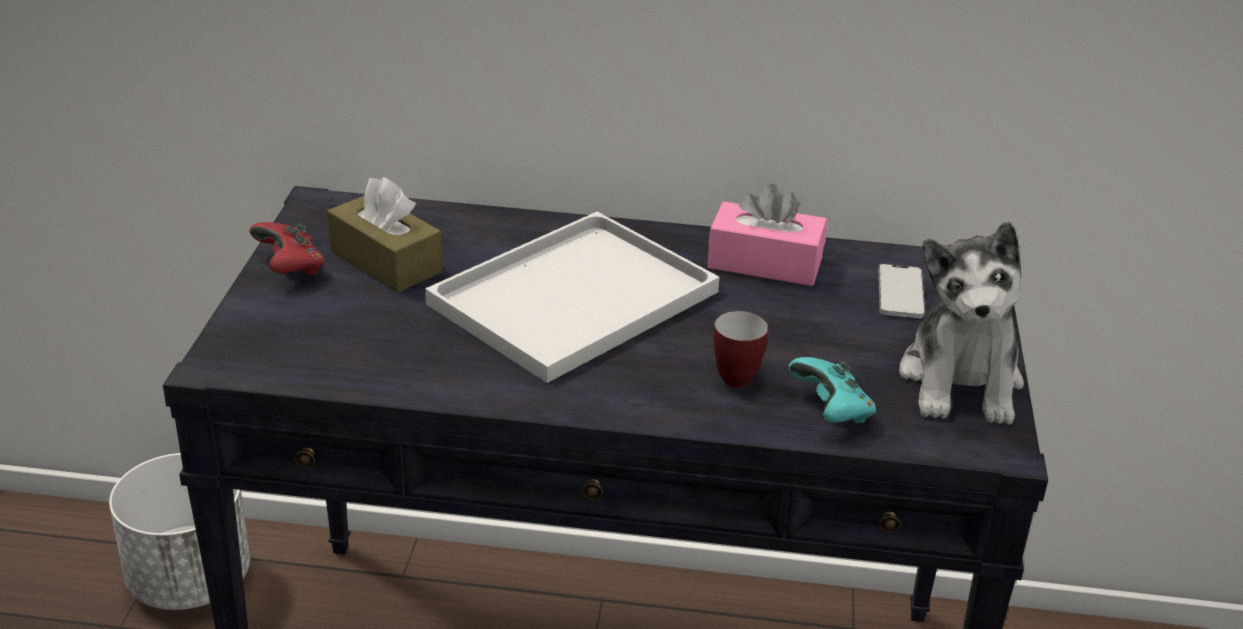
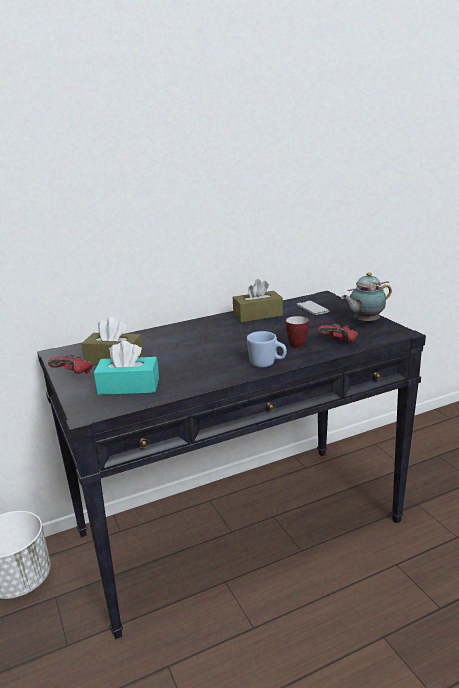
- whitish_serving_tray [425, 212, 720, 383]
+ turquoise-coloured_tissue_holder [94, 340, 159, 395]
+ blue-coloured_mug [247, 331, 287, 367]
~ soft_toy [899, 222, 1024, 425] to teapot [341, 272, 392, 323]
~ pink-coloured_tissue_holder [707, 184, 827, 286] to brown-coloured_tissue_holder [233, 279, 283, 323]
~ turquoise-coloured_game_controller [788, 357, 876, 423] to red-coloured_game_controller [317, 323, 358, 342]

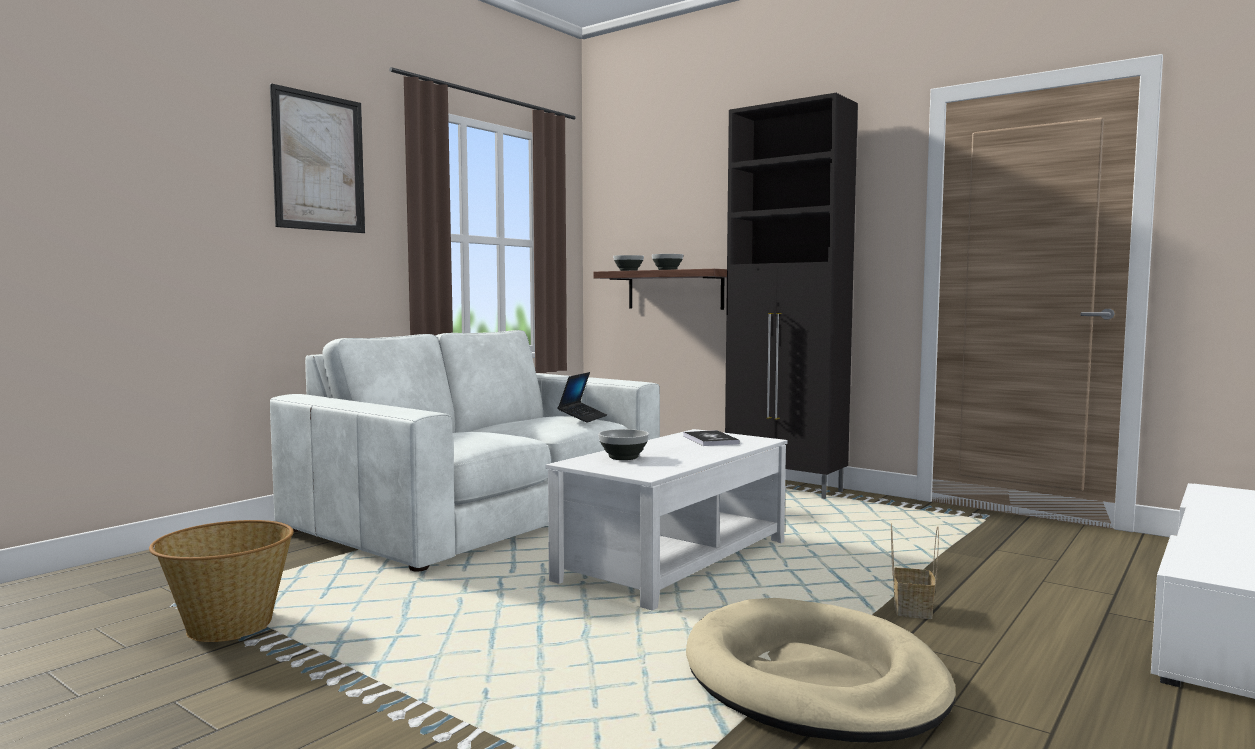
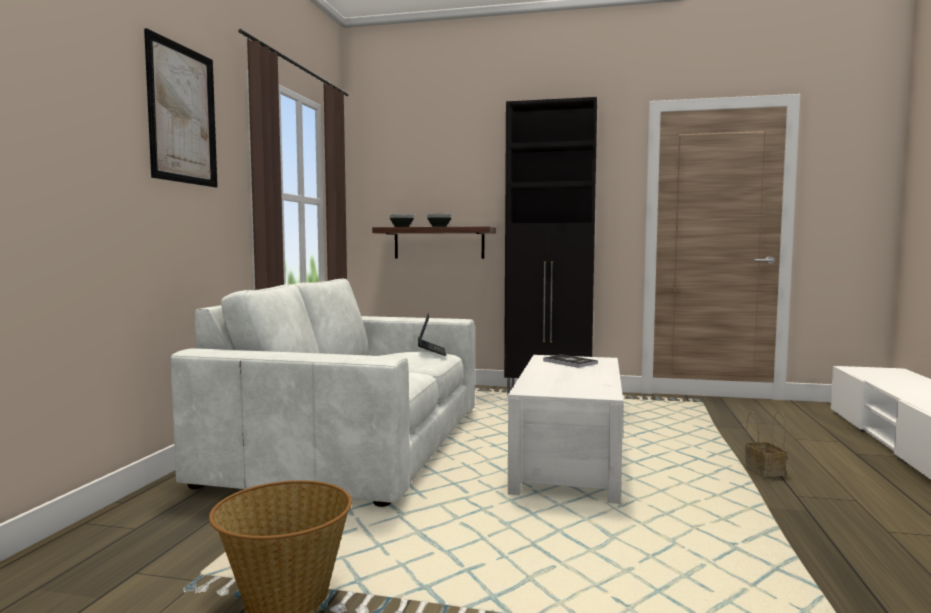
- bowl [598, 429, 649, 460]
- sand-coloured_pet_bed [686, 598, 956, 742]

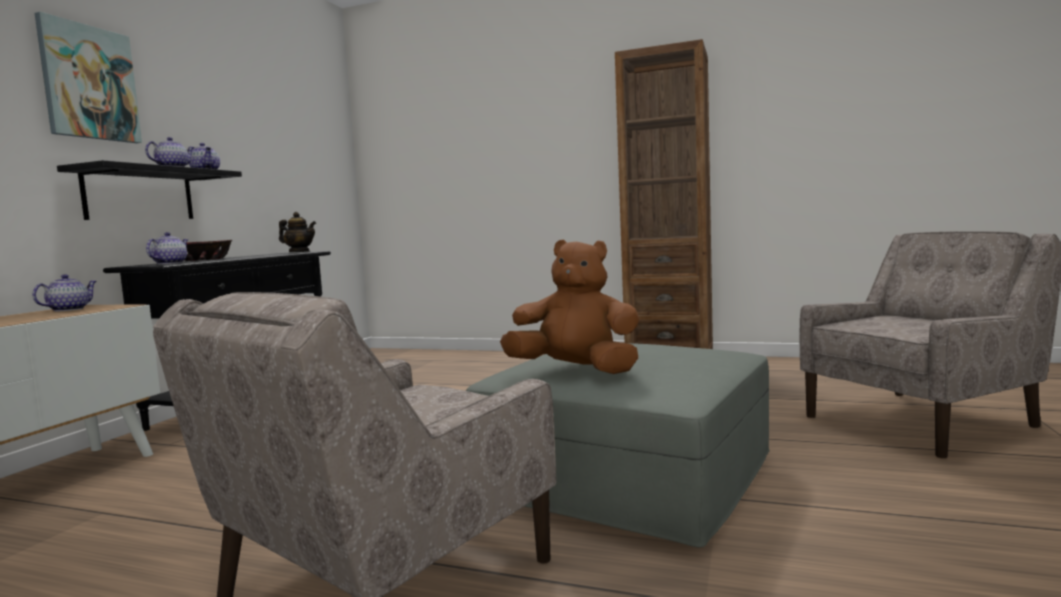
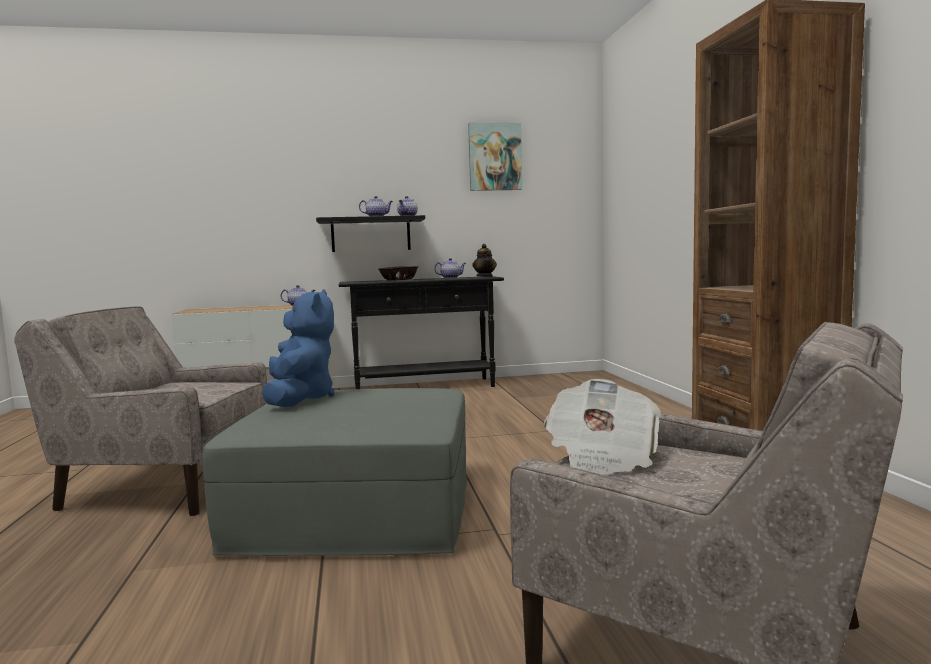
+ printed_paper [544, 379, 661, 475]
~ wall_picture [34, 12, 142, 143] to [468, 122, 522, 191]
~ teapot [146, 232, 188, 264] to [434, 258, 466, 278]
~ brown-coloured_soft_toy [500, 239, 640, 374] to blue-coloured_soft_toy [262, 289, 335, 407]

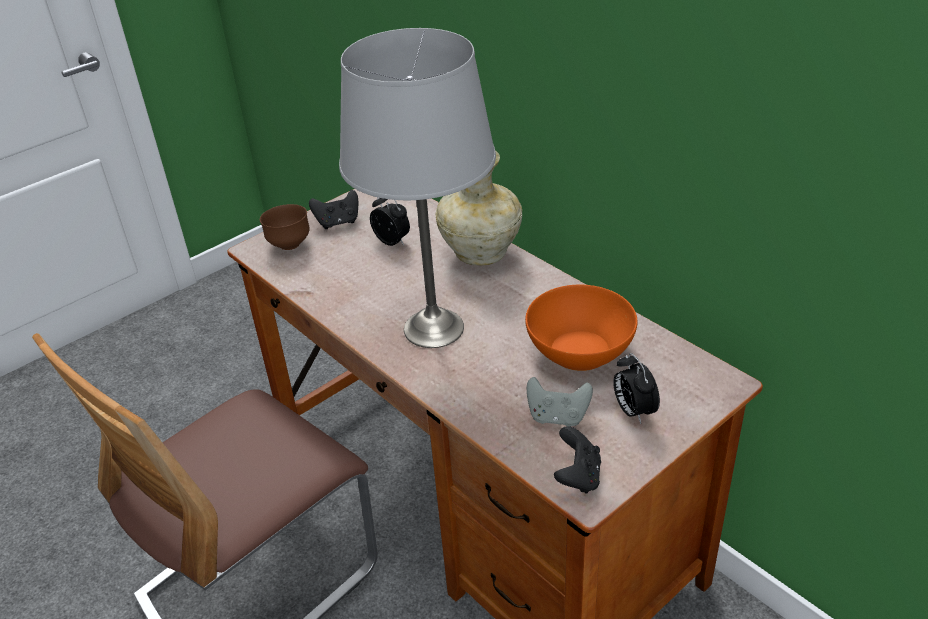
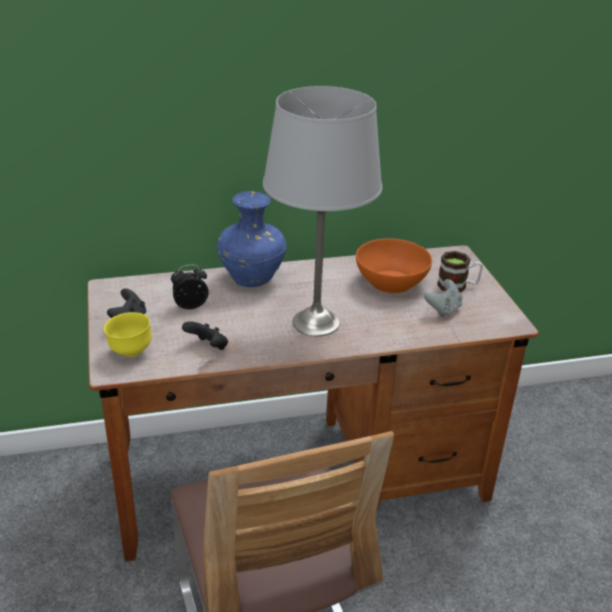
~ black_game_controller [554, 426, 601, 494] to [182, 321, 228, 350]
~ alarm_clock [613, 353, 660, 424] to mug [437, 251, 483, 292]
~ brown-coloured_bowl [260, 204, 310, 250] to yellow_bowl [104, 312, 152, 357]
~ sand-coloured_vase [435, 150, 522, 266] to blue-coloured_vase [217, 191, 286, 287]

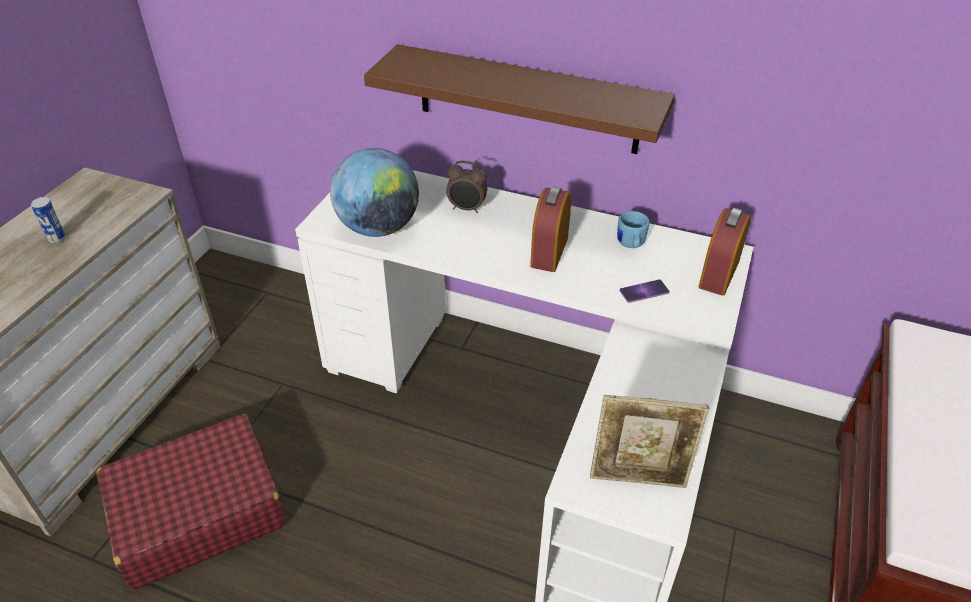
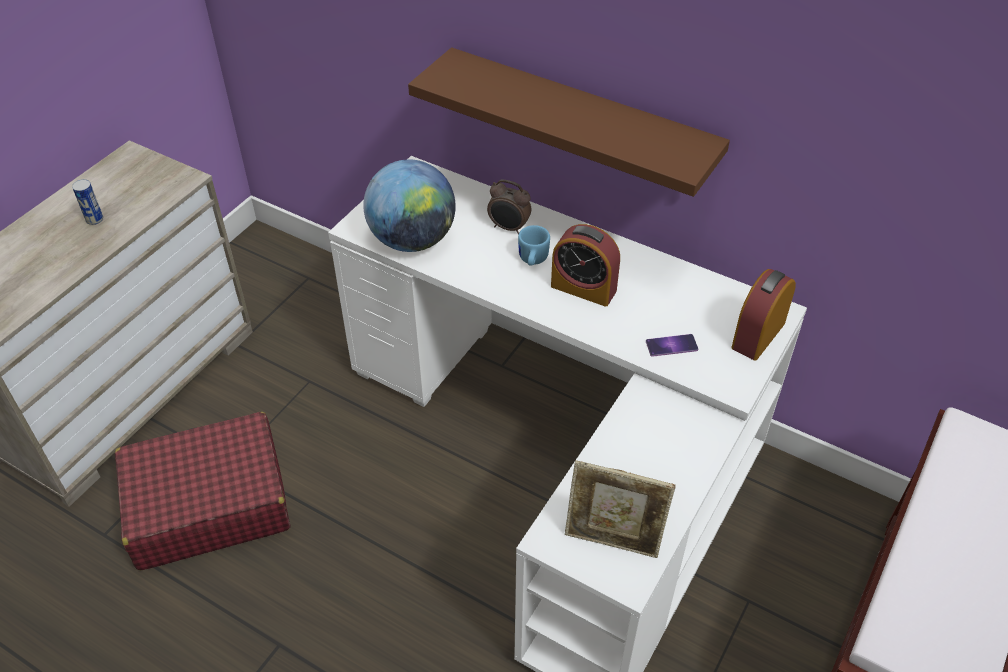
~ blue-coloured_mug [617, 211, 649, 248] to [518, 225, 550, 265]
~ alarm_clock [530, 186, 571, 272] = [551, 224, 620, 307] 90 degrees counterclockwise

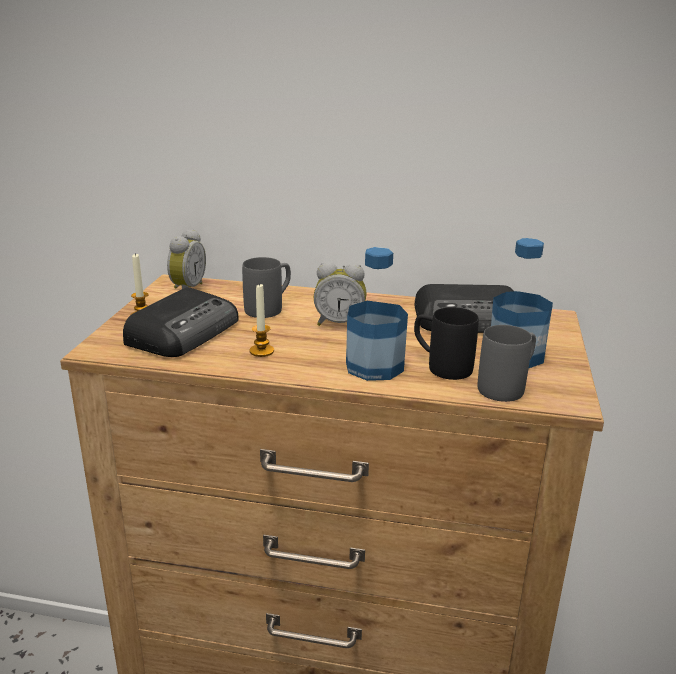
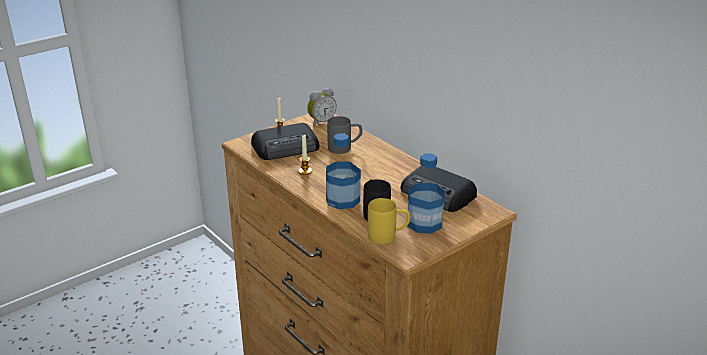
- alarm_clock [314, 262, 367, 326]
~ greyish_mug [478, 325, 536, 402] to yellow_mug [368, 198, 410, 244]

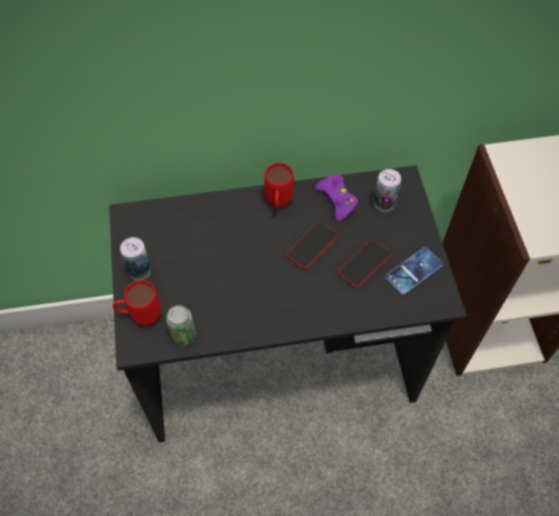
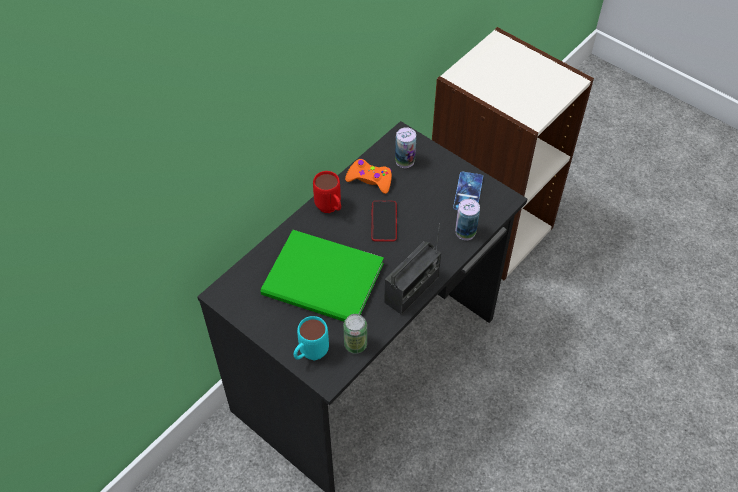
- handset [338, 239, 392, 288]
+ green-coloured_volume [260, 230, 384, 322]
+ radio_set [384, 223, 441, 315]
~ can [120, 237, 151, 281] to [455, 199, 480, 240]
~ red-coloured_mug [113, 280, 161, 325] to turquoise-coloured_mug [294, 316, 329, 360]
~ purple_game_controller [315, 175, 358, 222] to orange_game_controller [345, 159, 392, 194]

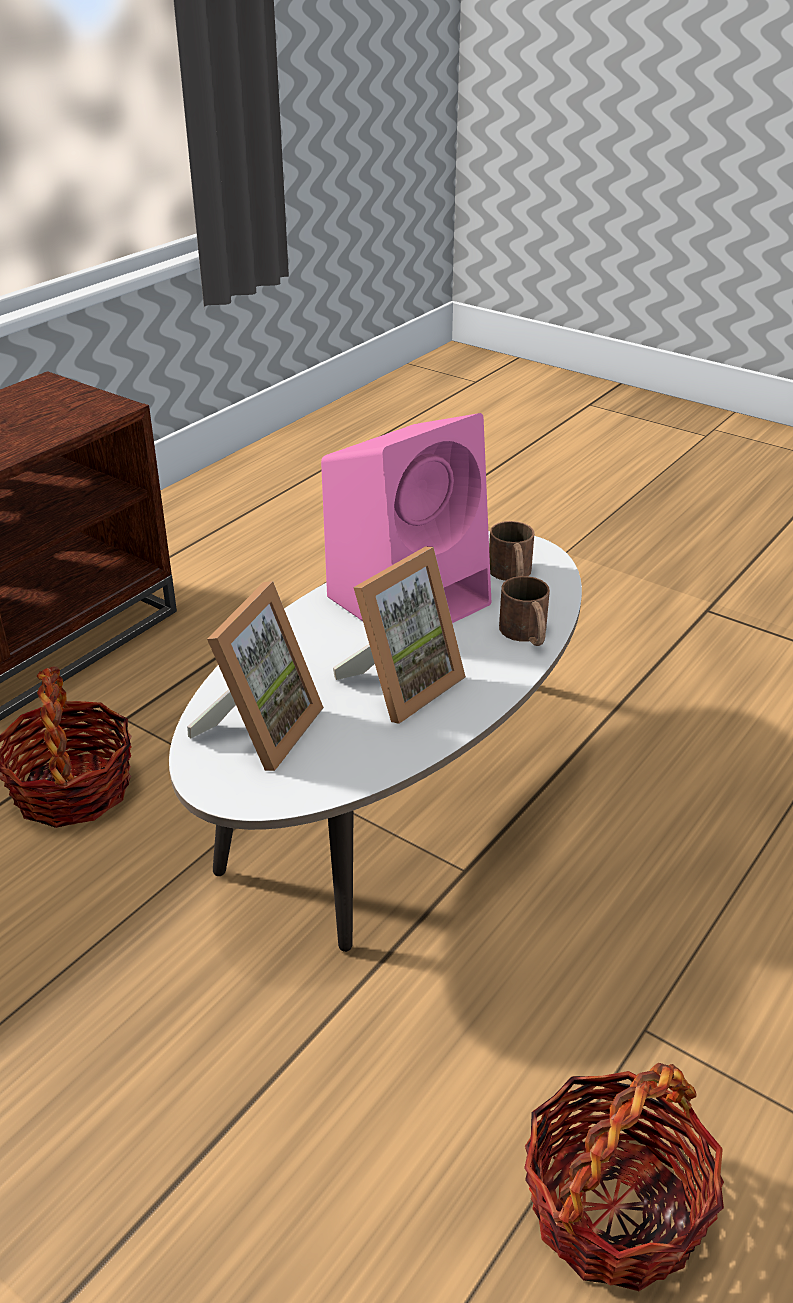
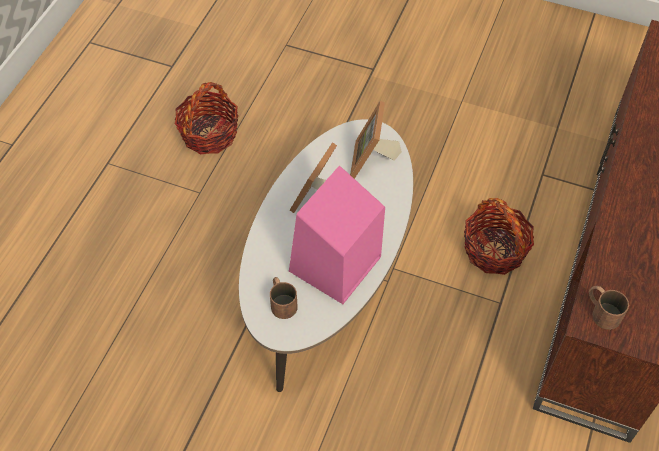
~ brown-coloured_mug [499, 576, 550, 646] to [589, 286, 629, 330]

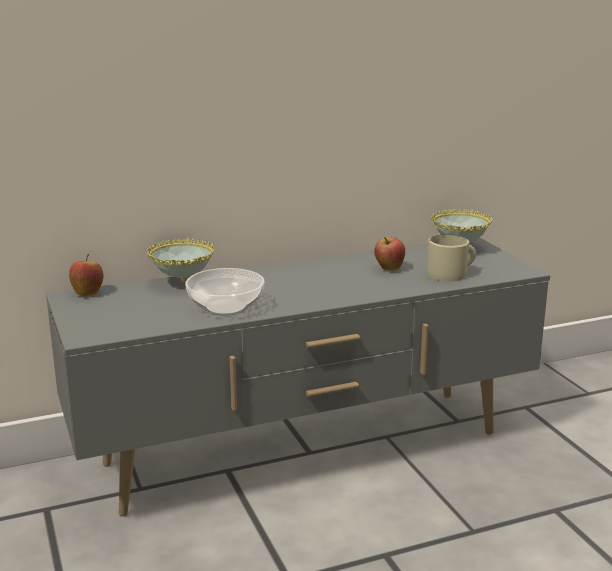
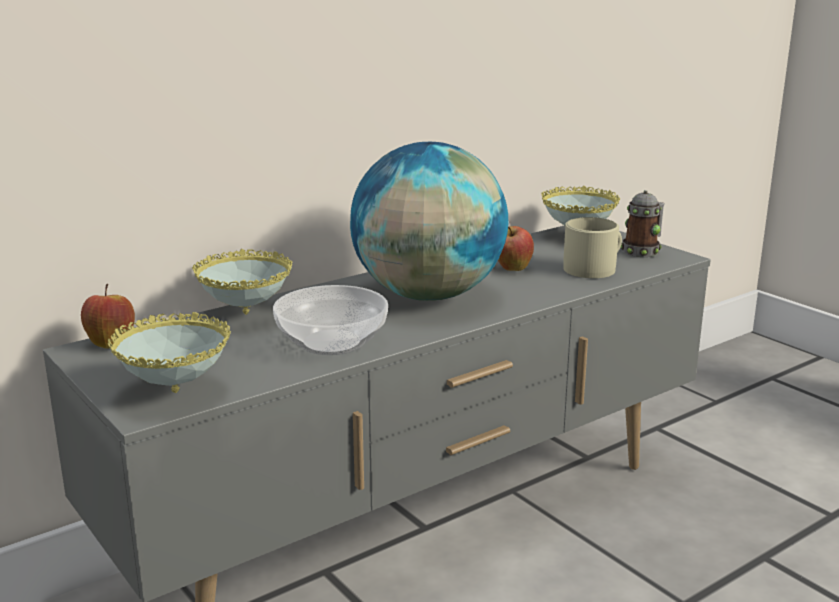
+ bowl [108, 312, 231, 393]
+ world_globe [350, 142, 509, 301]
+ mug [620, 190, 665, 257]

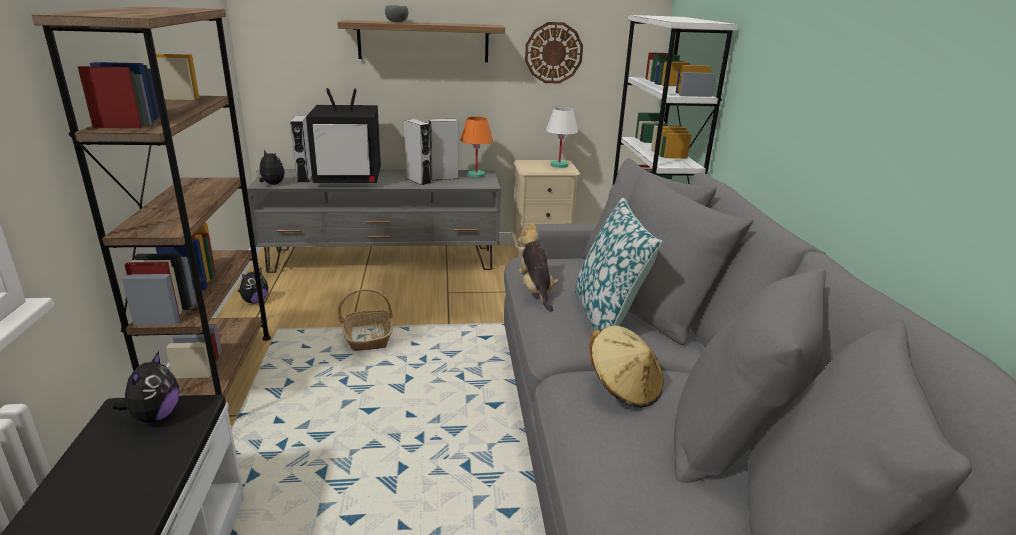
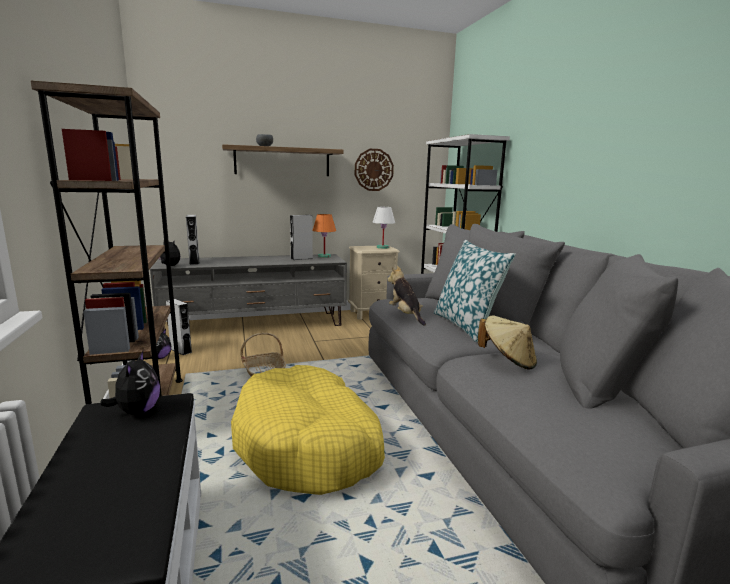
- TV [306, 88, 381, 183]
+ yellow_pet_bed [231, 365, 385, 495]
~ greyish_speaker [404, 119, 431, 185] to [166, 299, 192, 355]

